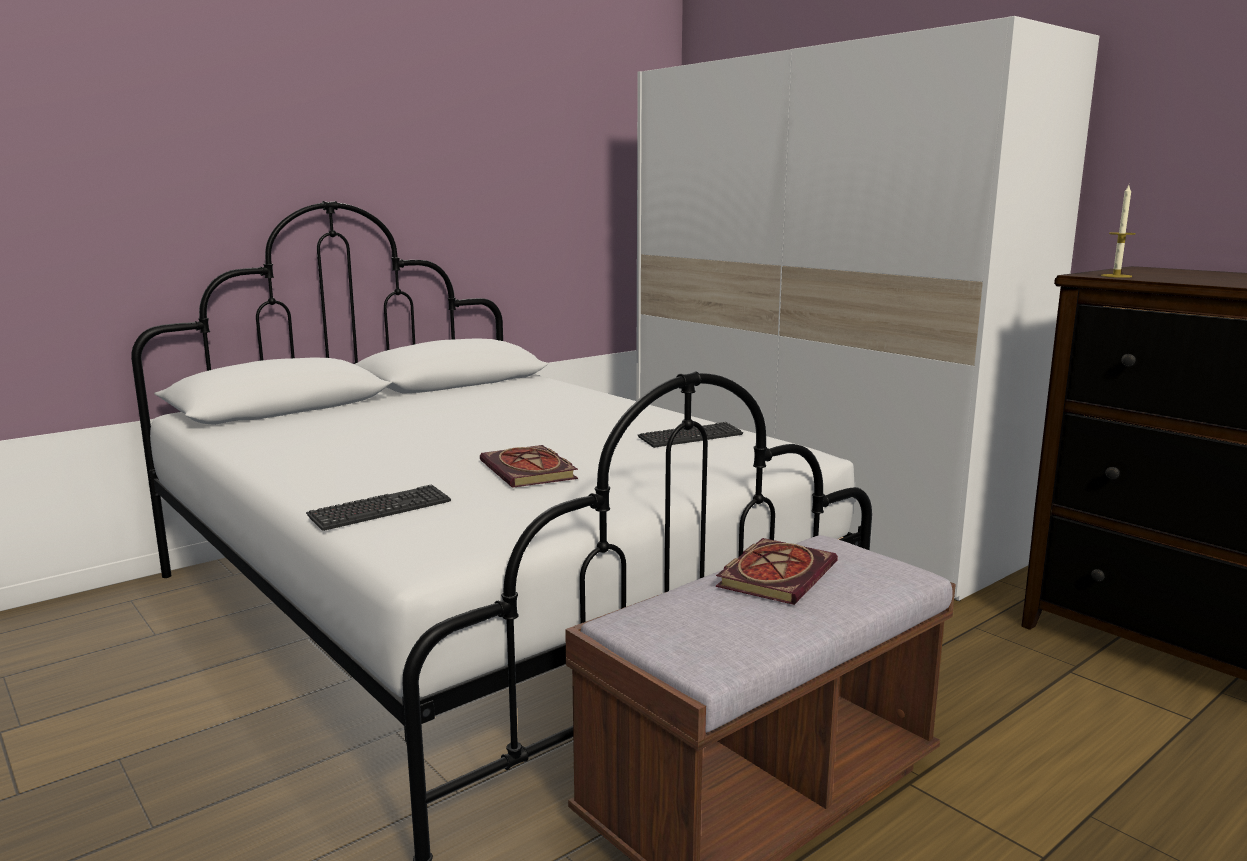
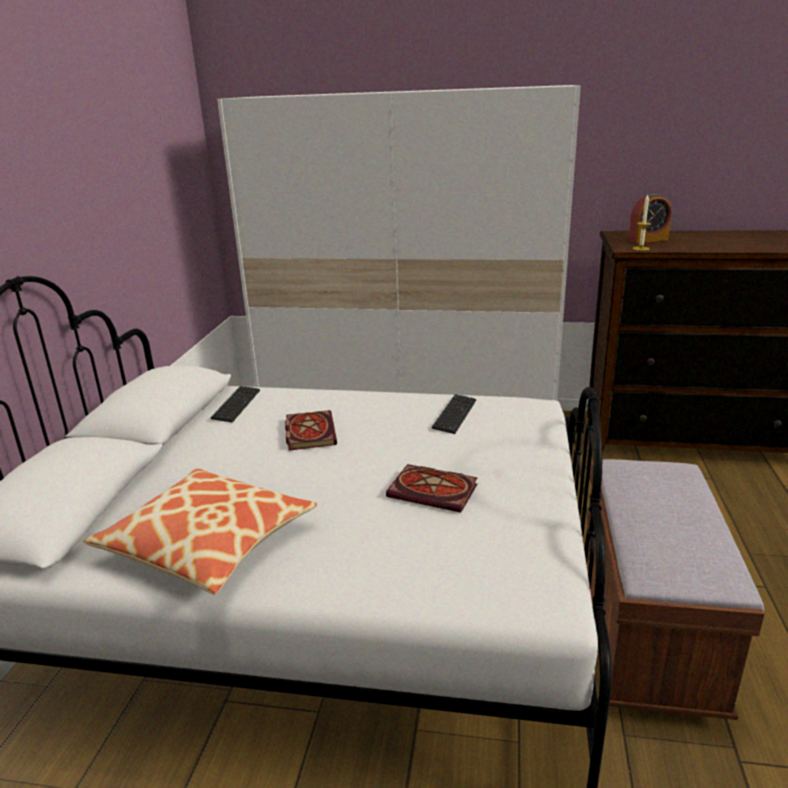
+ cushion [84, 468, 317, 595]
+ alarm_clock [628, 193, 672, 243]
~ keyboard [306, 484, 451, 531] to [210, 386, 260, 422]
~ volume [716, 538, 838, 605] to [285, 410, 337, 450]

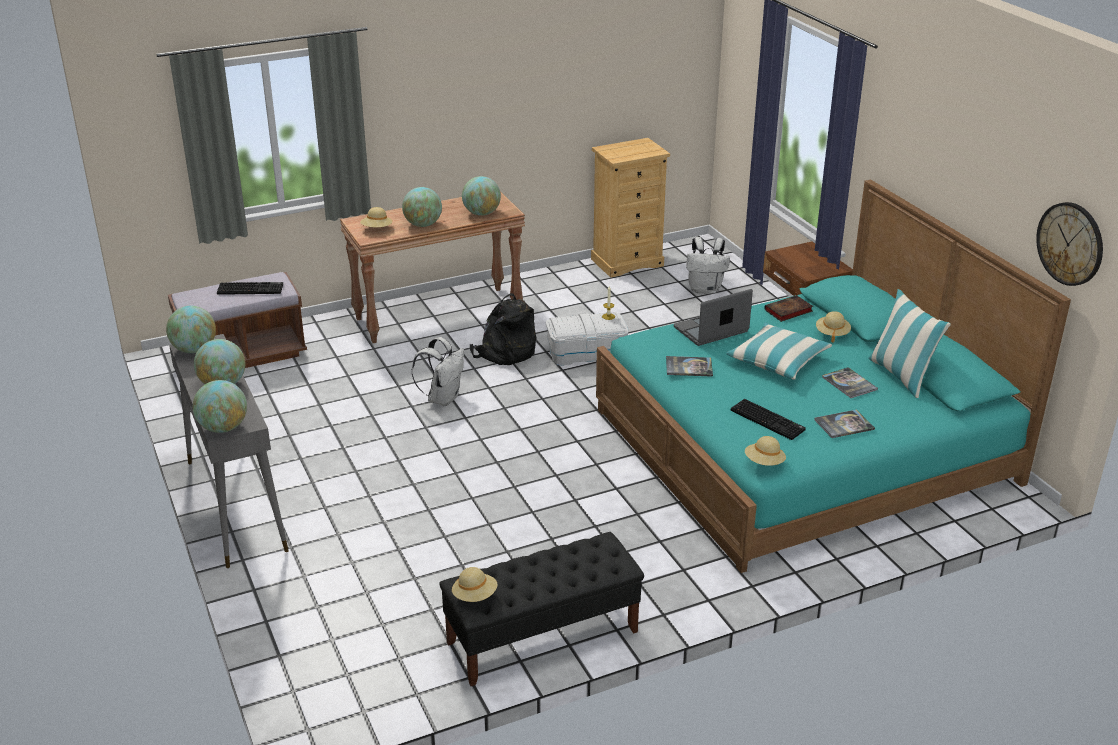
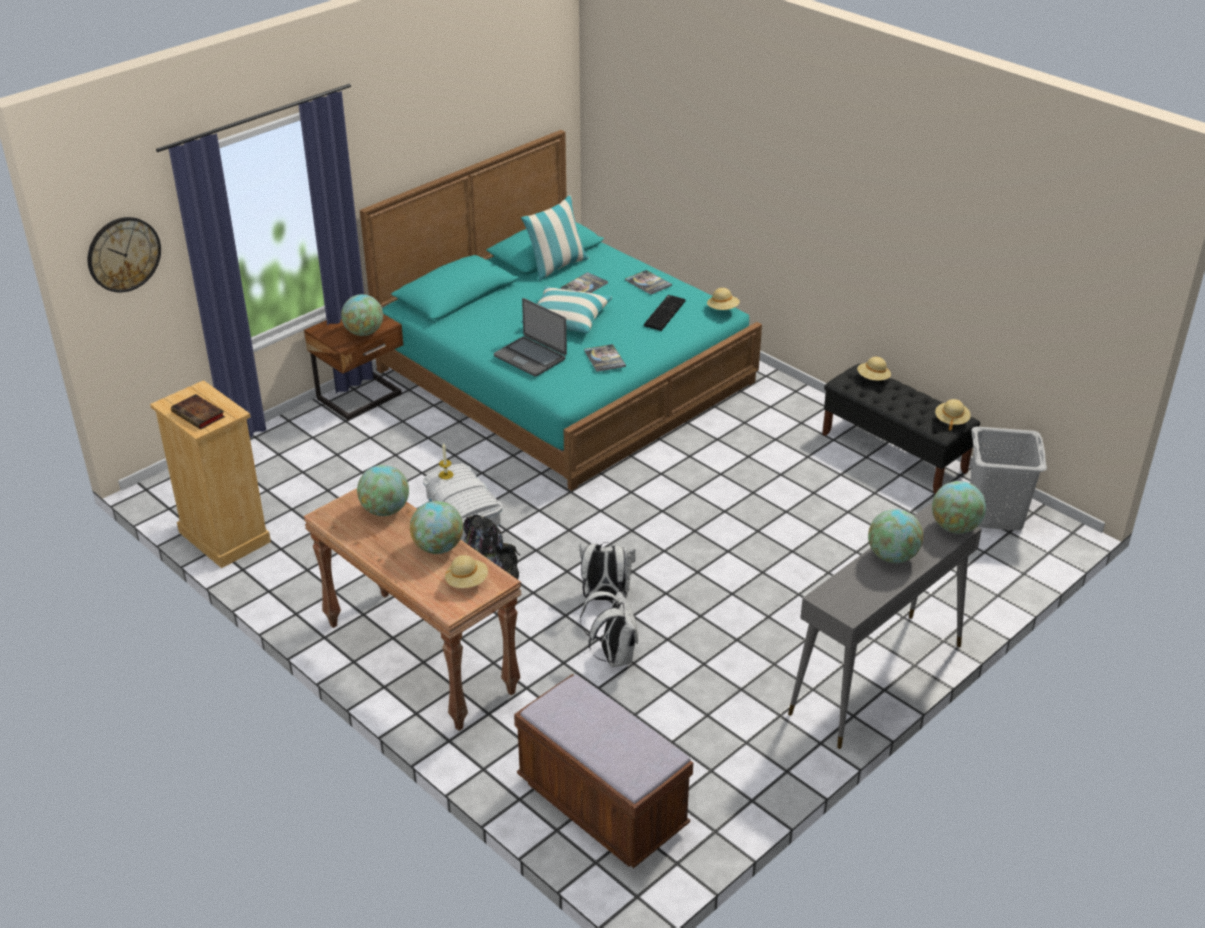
- keyboard [217, 282, 283, 295]
+ greyish_washing_basket [970, 427, 1047, 530]
~ world_globe [166, 306, 216, 353] to [341, 294, 383, 336]
~ whitish_knapsack [686, 237, 730, 294] to [580, 591, 639, 667]
~ volume [764, 295, 813, 322] to [171, 394, 225, 430]
~ sand-coloured_hat [816, 311, 851, 342] to [857, 357, 891, 380]
~ clock_on_the_wall [1036, 202, 1103, 286] to [88, 217, 161, 293]

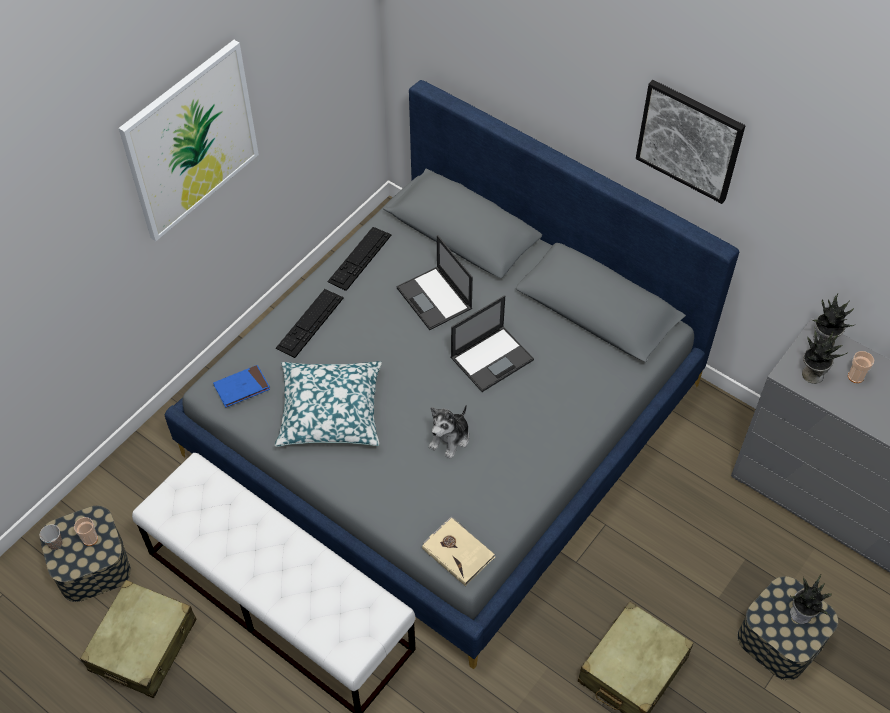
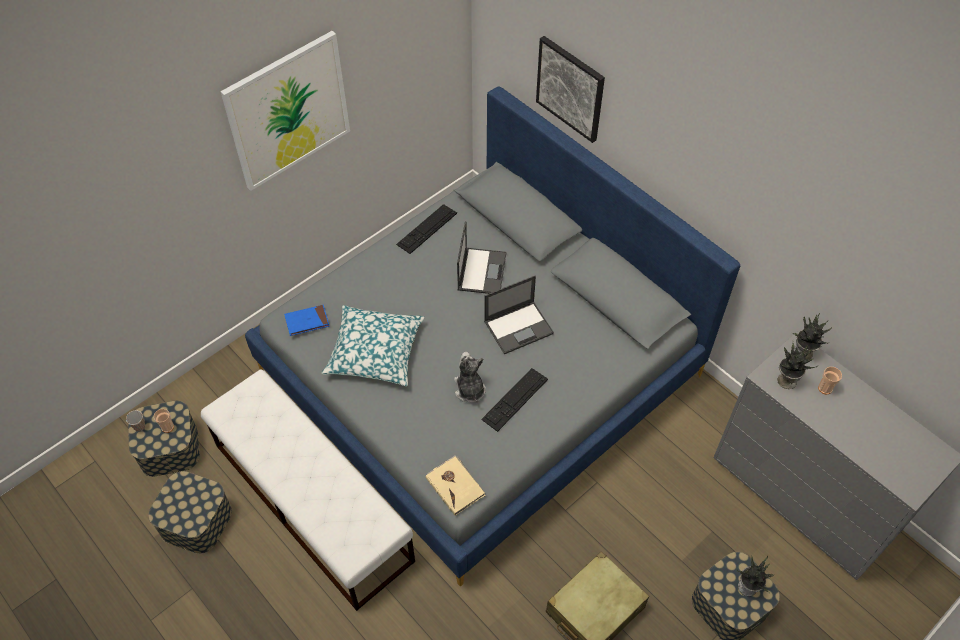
~ keyboard [276, 289, 343, 358] to [481, 368, 548, 432]
~ wall_picture [636, 80, 745, 204] to [536, 36, 605, 143]
~ sand-coloured_suitcase [80, 580, 196, 698] to storage_container [148, 471, 232, 554]
~ portable_computer [397, 235, 473, 330] = [457, 221, 506, 294] 150 degrees counterclockwise
~ soft_toy [429, 405, 469, 459] = [454, 352, 486, 404] 120 degrees clockwise

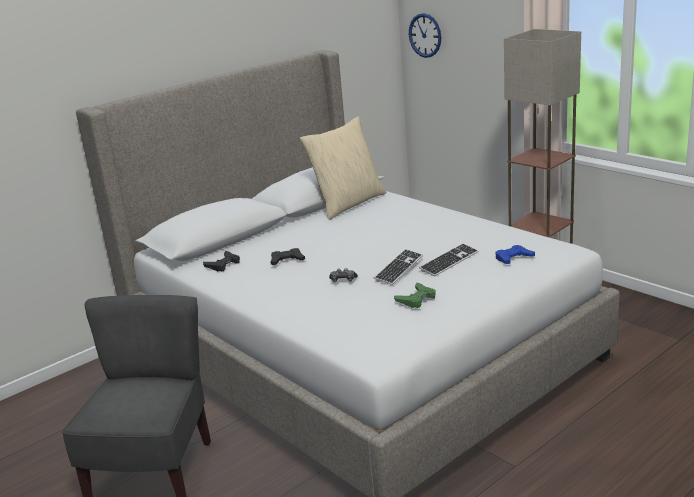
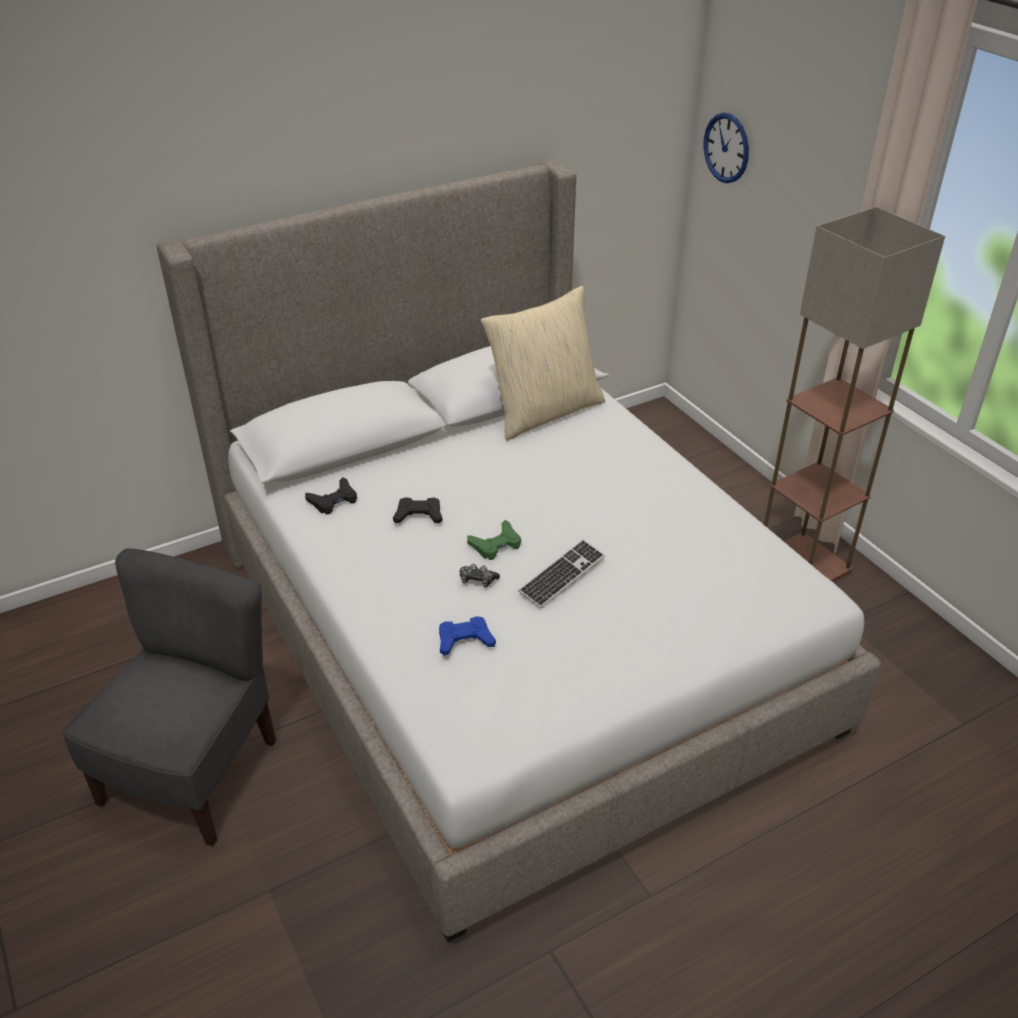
- keyboard [419, 243, 479, 276]
~ green-coloured_game_controller [394, 283, 436, 308] to [467, 520, 521, 560]
~ blue-coloured_game_controller [495, 245, 535, 264] to [439, 616, 496, 656]

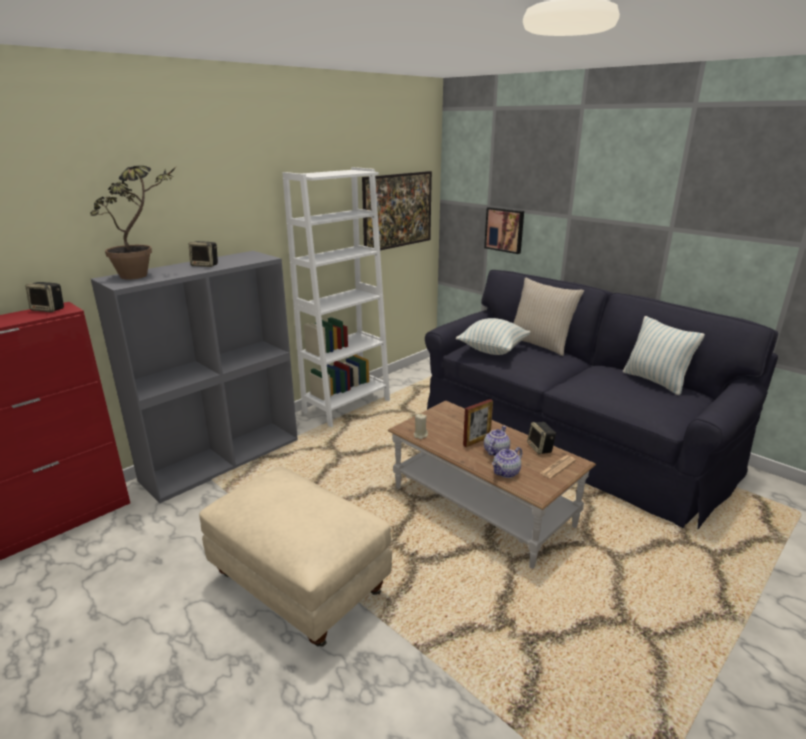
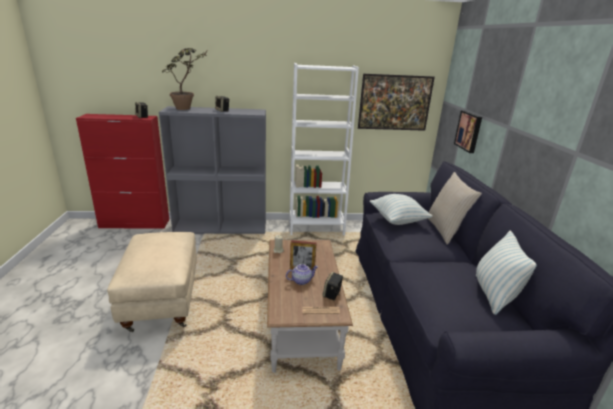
- teapot [492, 447, 522, 478]

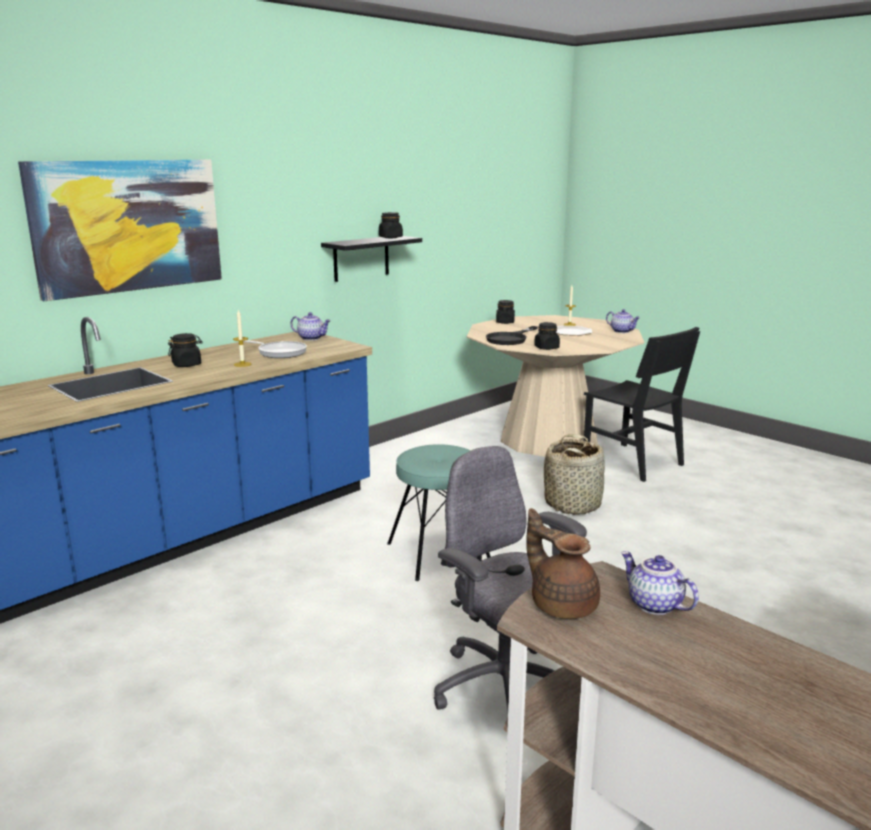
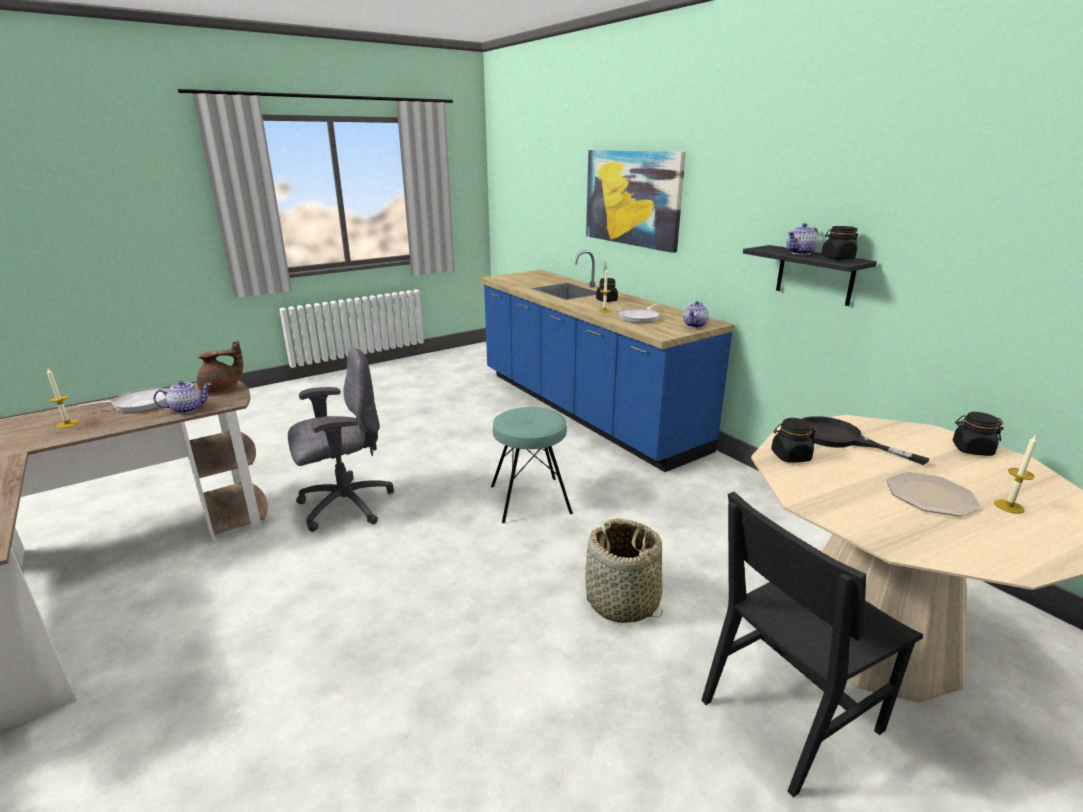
+ wax_candle [47, 368, 79, 428]
+ skillet [78, 388, 168, 413]
~ teapot [606, 309, 640, 333] to [786, 223, 819, 255]

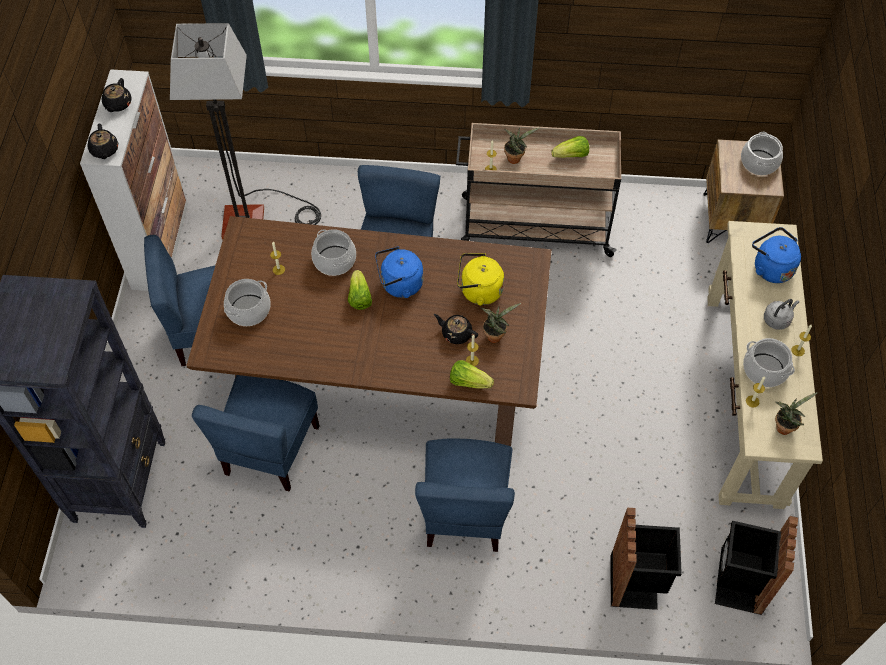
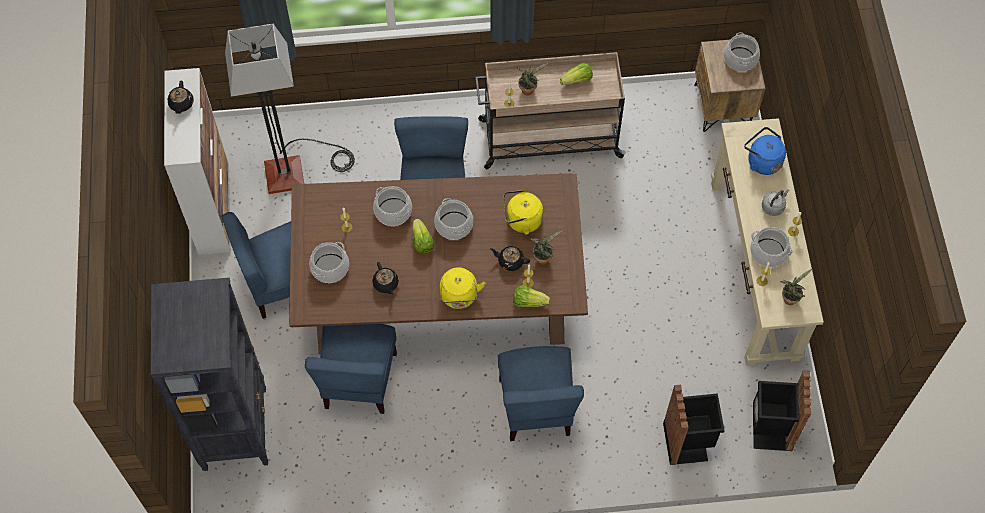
+ yellow_water_kettle [440, 267, 485, 309]
~ black_teapot [87, 124, 118, 159] to [372, 262, 399, 295]
~ blue-coloured_water_kettle [375, 247, 424, 298] to saucepot [434, 198, 473, 240]

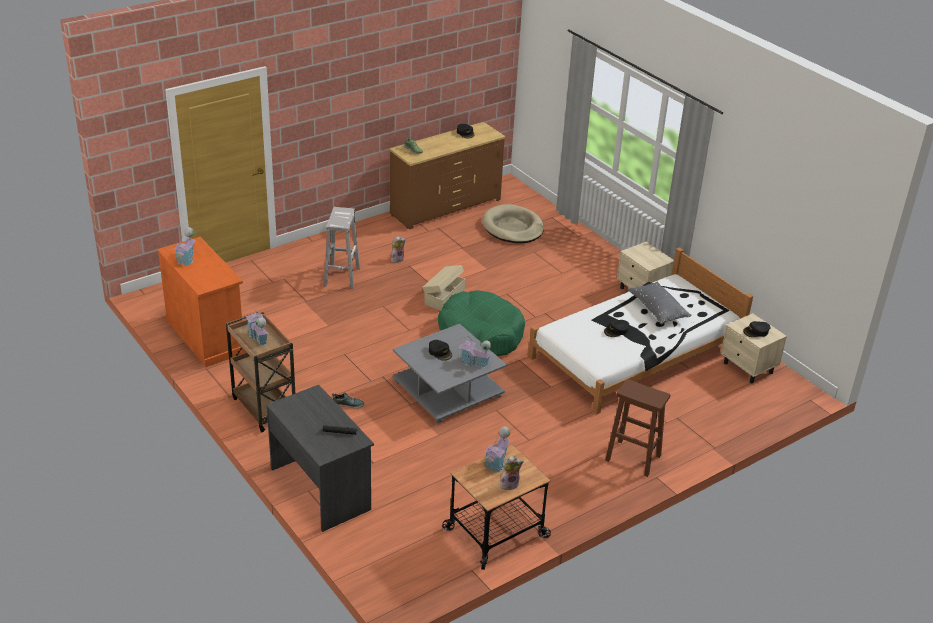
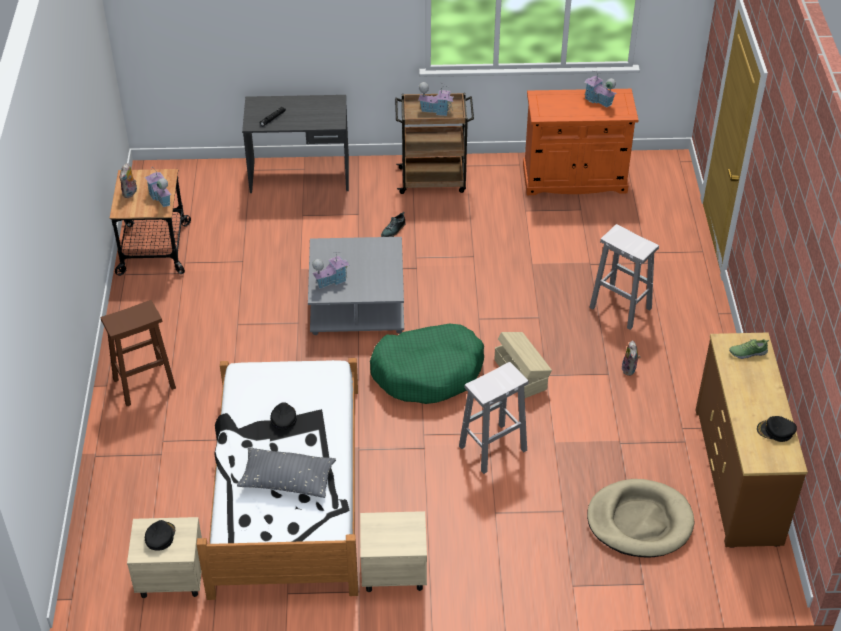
- black_baseball_cap [429, 340, 452, 361]
+ whitish_stool_seat [459, 362, 529, 474]

